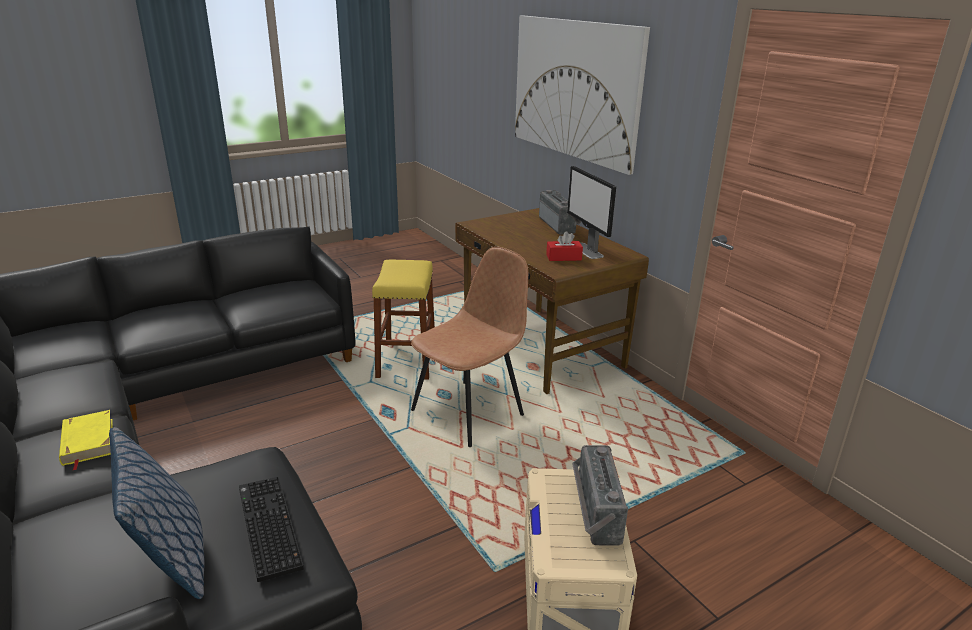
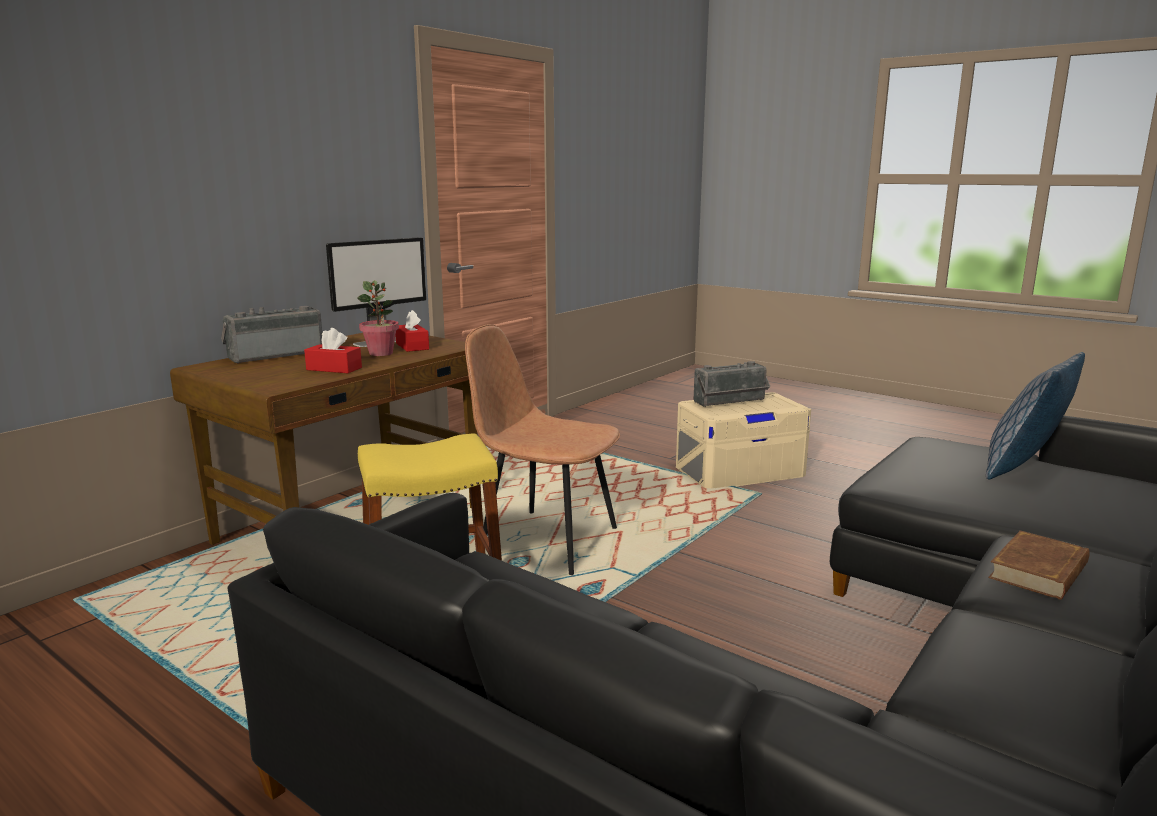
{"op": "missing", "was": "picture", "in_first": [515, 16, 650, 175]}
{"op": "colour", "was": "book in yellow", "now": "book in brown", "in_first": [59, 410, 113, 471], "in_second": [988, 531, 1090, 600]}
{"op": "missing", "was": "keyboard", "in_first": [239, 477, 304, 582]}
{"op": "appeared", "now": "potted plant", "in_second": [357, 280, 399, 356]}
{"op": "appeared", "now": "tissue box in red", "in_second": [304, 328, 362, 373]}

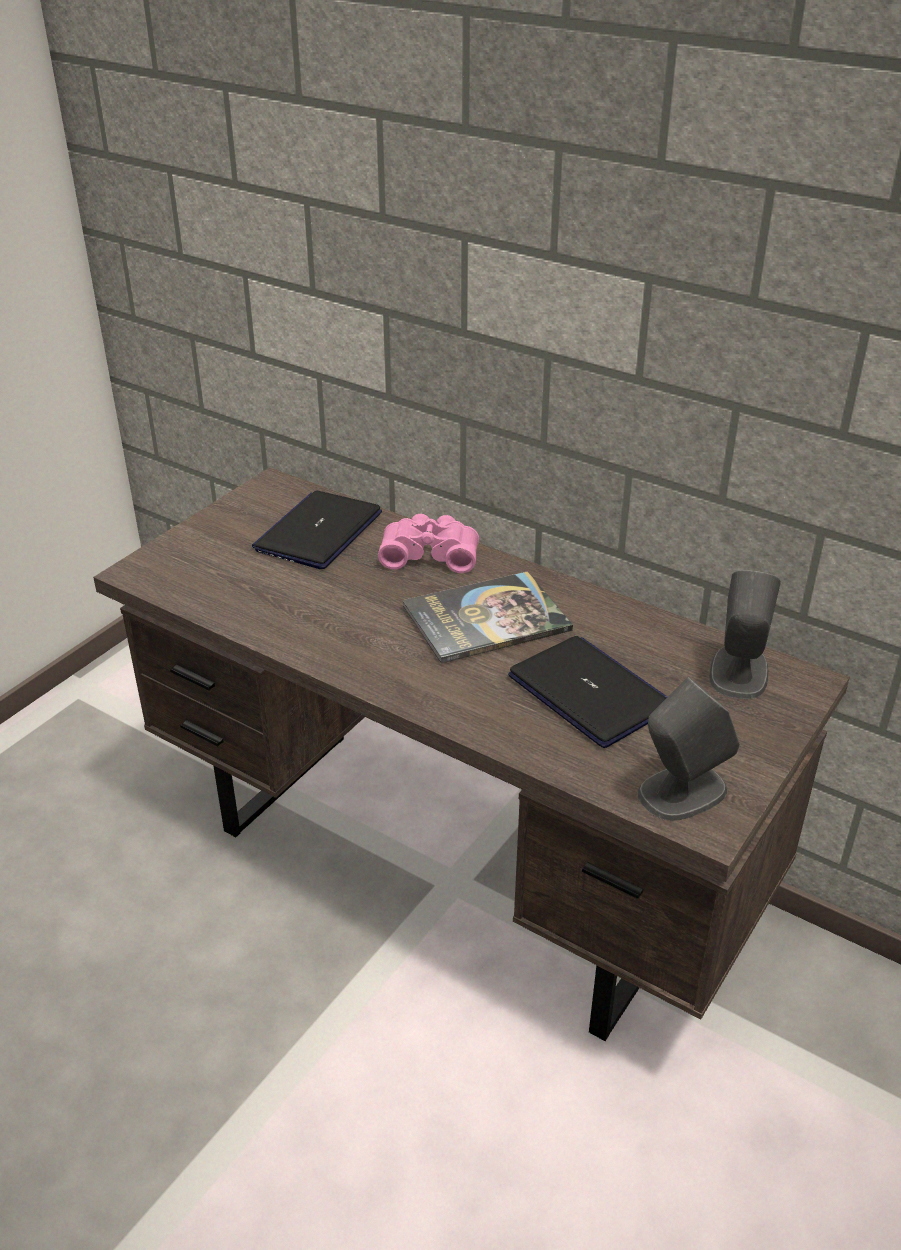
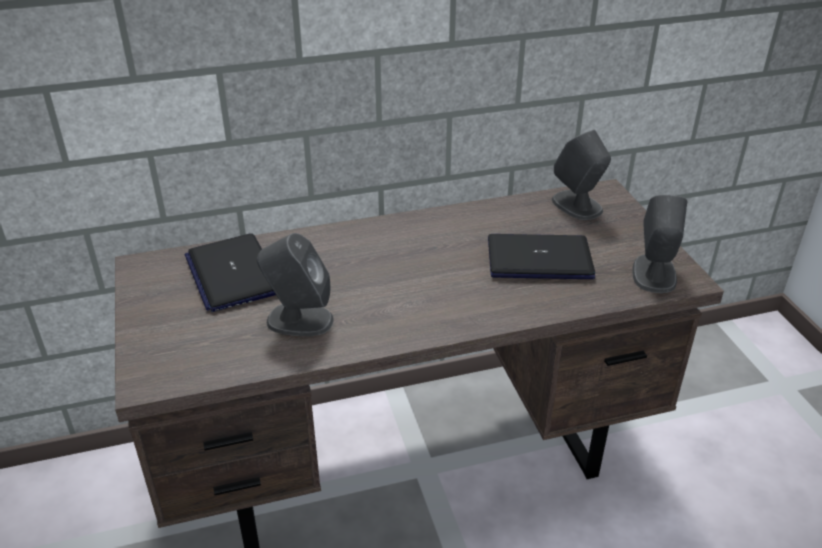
{"op": "missing", "was": "binoculars in pink", "in_first": [378, 514, 479, 573]}
{"op": "missing", "was": "book", "in_first": [402, 571, 573, 664]}
{"op": "appeared", "now": "speaker in grey", "in_second": [257, 233, 334, 336]}

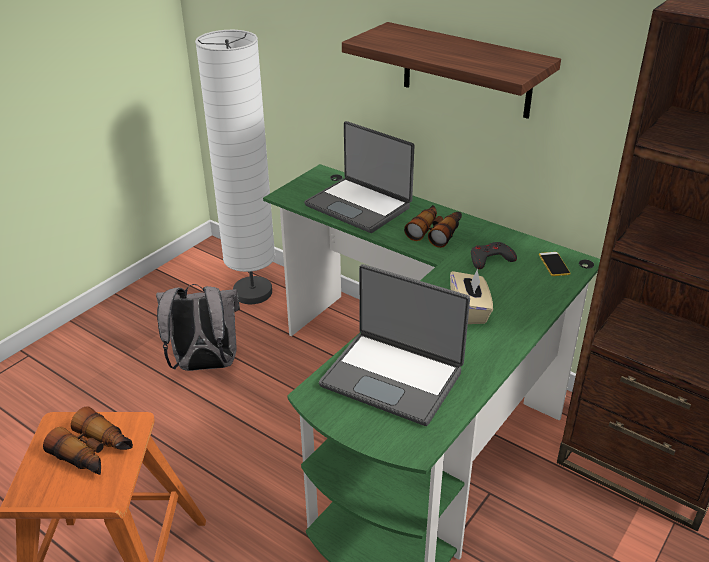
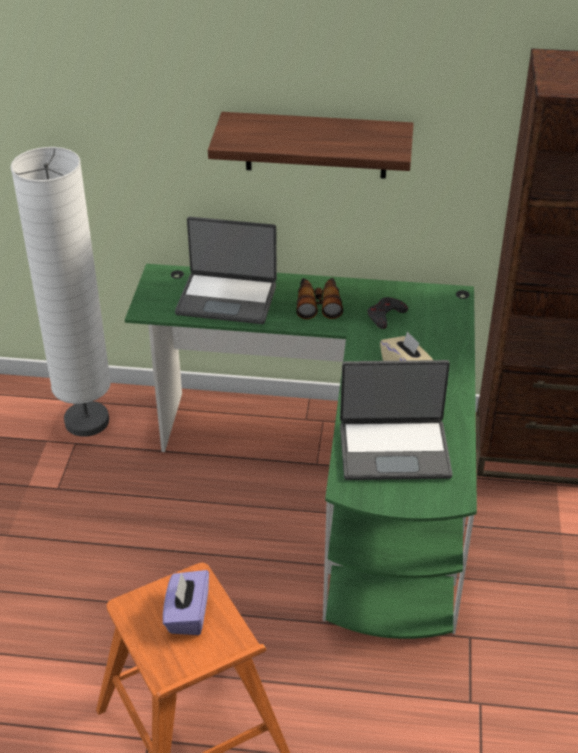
{"op": "missing", "was": "phone", "in_first": [539, 252, 571, 276]}
{"op": "missing", "was": "backpack in grey", "in_first": [156, 284, 240, 371]}
{"op": "exchanged", "was": "binoculars", "now": "tissue box in purple", "in_first": [43, 406, 133, 475], "in_second": [163, 570, 209, 635]}

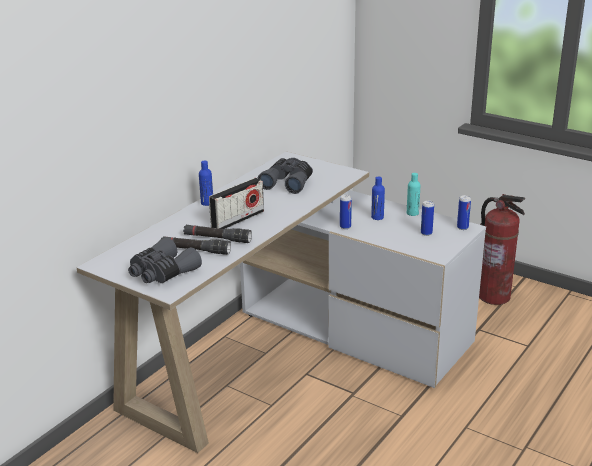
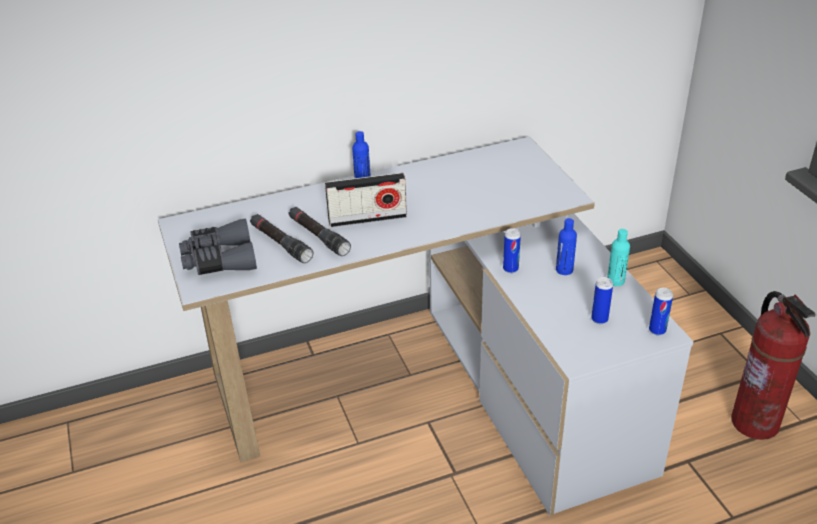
{"op": "missing", "was": "binoculars in grey", "in_first": [257, 158, 313, 194]}

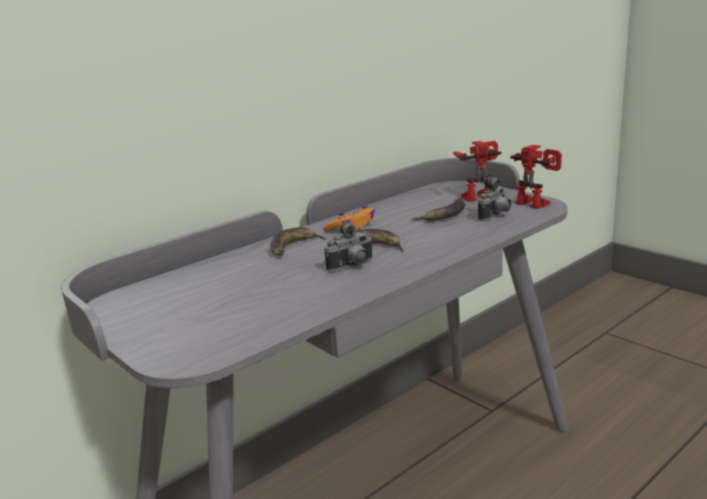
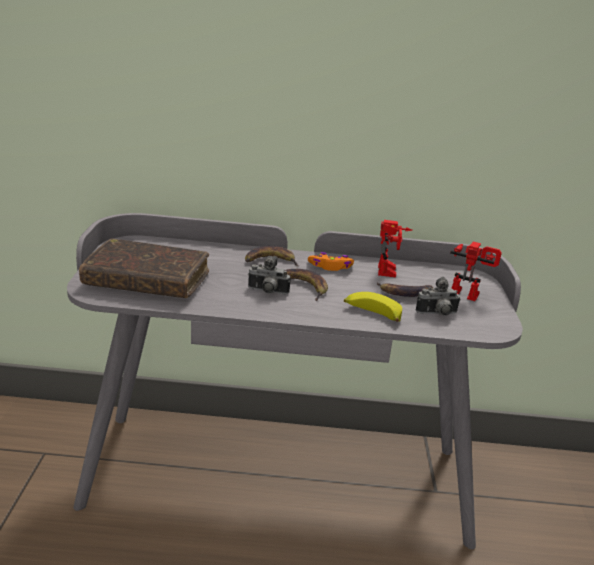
{"op": "relocated", "was": "toy robot", "in_first": [510, 145, 562, 209], "in_second": [378, 220, 412, 277]}
{"op": "appeared", "now": "book in brown", "in_second": [79, 238, 209, 298]}
{"op": "appeared", "now": "banana", "in_second": [344, 292, 402, 322]}

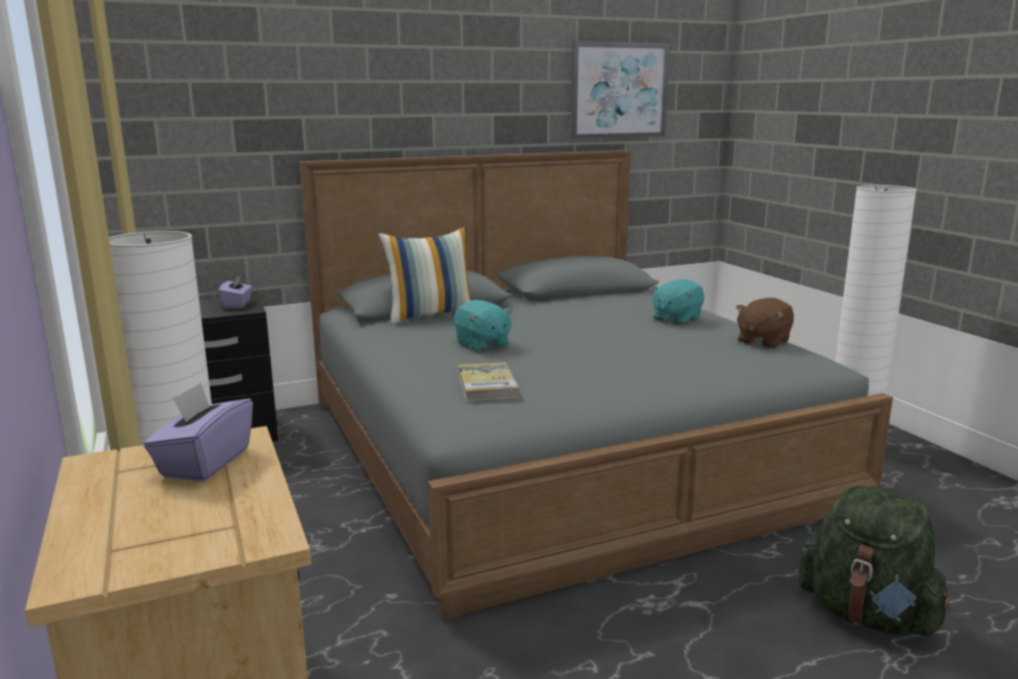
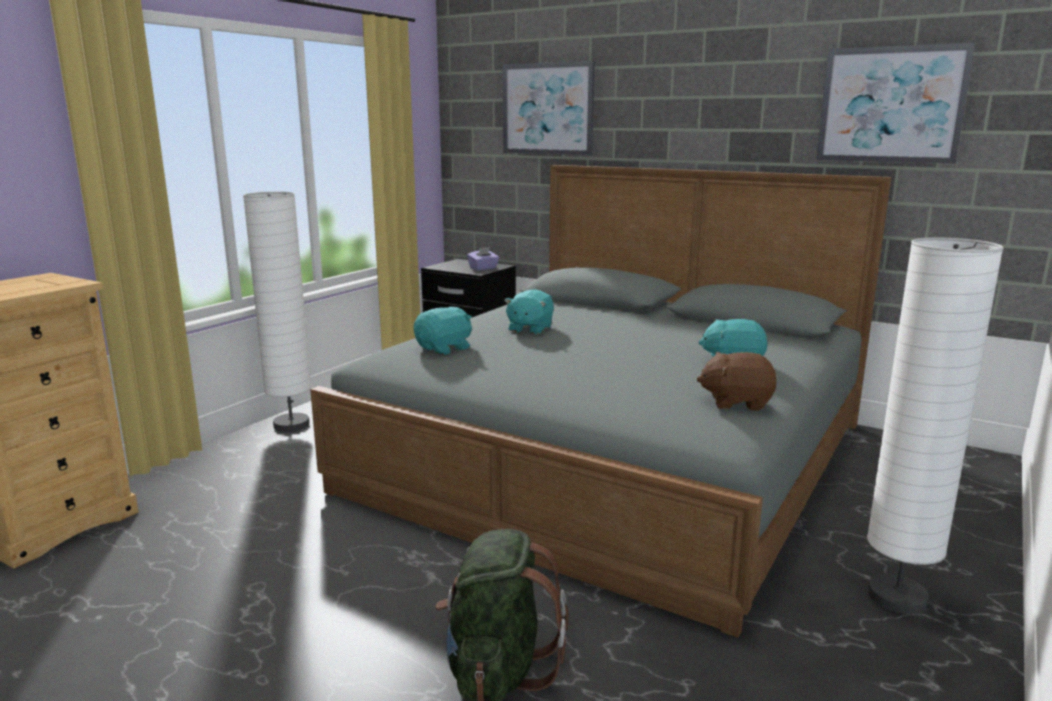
{"op": "missing", "was": "pillow", "in_first": [378, 227, 471, 324]}
{"op": "exchanged", "was": "book", "now": "plush toy in turquoise", "in_first": [458, 362, 519, 402], "in_second": [414, 307, 472, 355]}
{"op": "missing", "was": "tissue box in purple", "in_first": [144, 382, 253, 481]}
{"op": "appeared", "now": "picture", "in_second": [502, 61, 595, 155]}

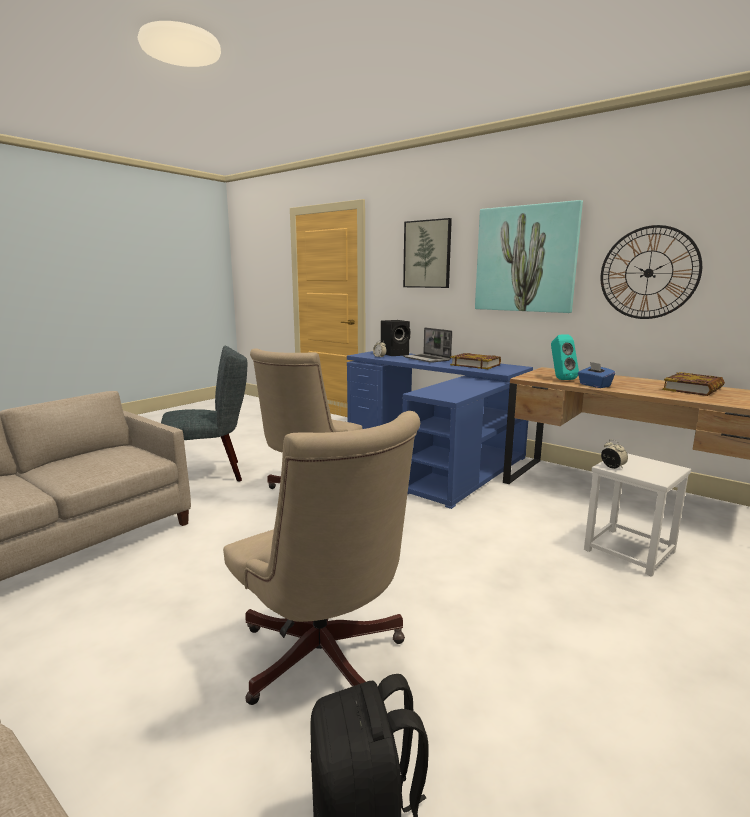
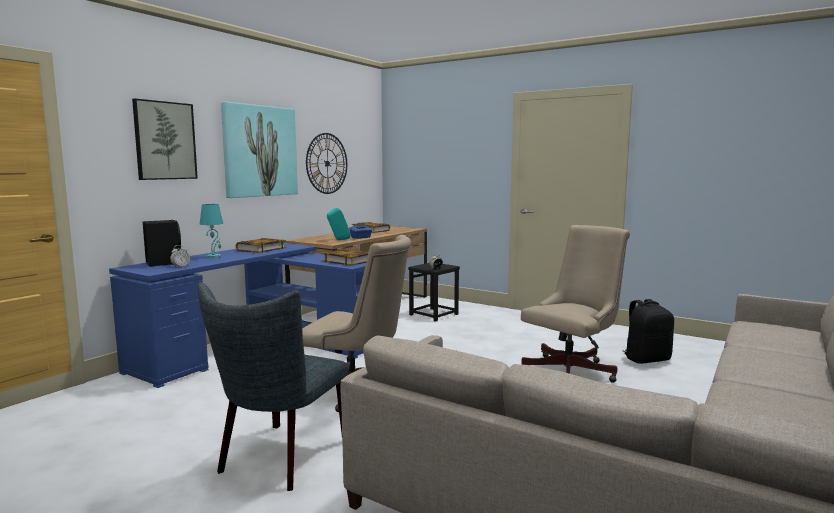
{"op": "exchanged", "was": "laptop", "now": "table lamp in turquoise", "in_first": [403, 327, 452, 363], "in_second": [200, 204, 223, 258]}
{"op": "spun", "was": "chair in grey", "in_first": [161, 346, 247, 481], "in_second": [198, 282, 348, 491], "clockwise": -135}
{"op": "colour", "was": "stool in white", "now": "stool in black", "in_first": [584, 453, 691, 577], "in_second": [408, 263, 460, 322]}
{"op": "appeared", "now": "book", "in_second": [322, 249, 368, 266]}

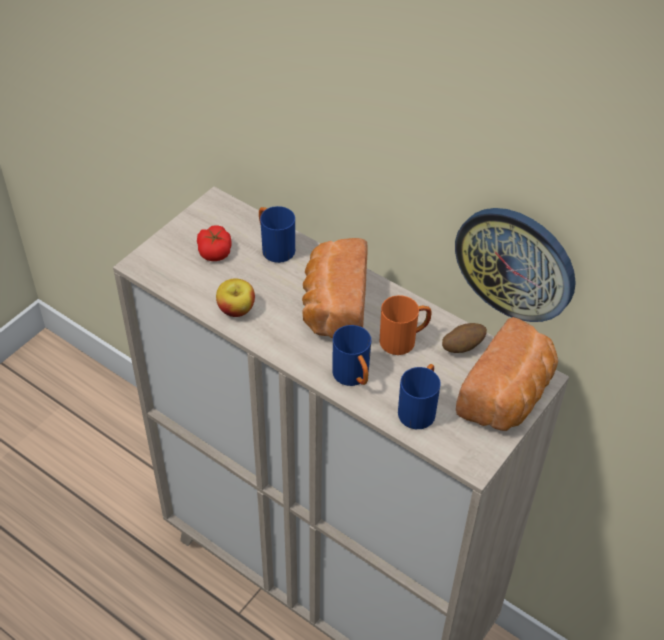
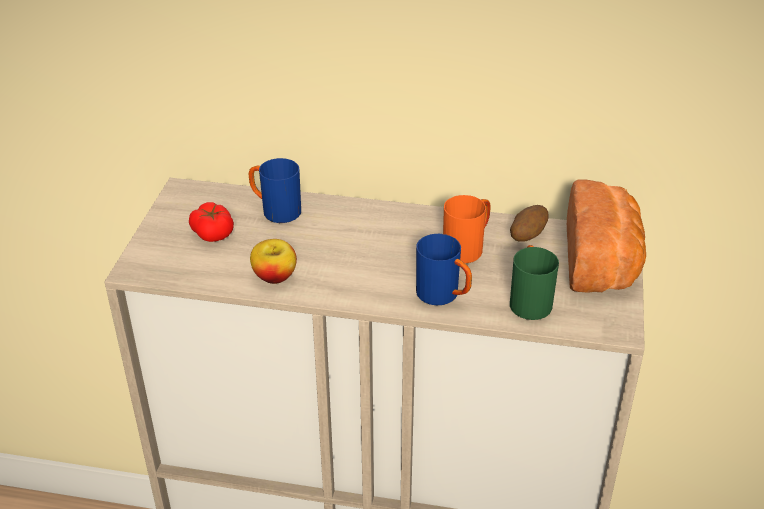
{"op": "missing", "was": "wall clock", "in_first": [455, 208, 576, 322]}
{"op": "missing", "was": "bread", "in_first": [302, 238, 368, 339]}
{"op": "colour", "was": "mug in blue", "now": "mug in green", "in_first": [398, 364, 441, 429], "in_second": [510, 245, 559, 320]}

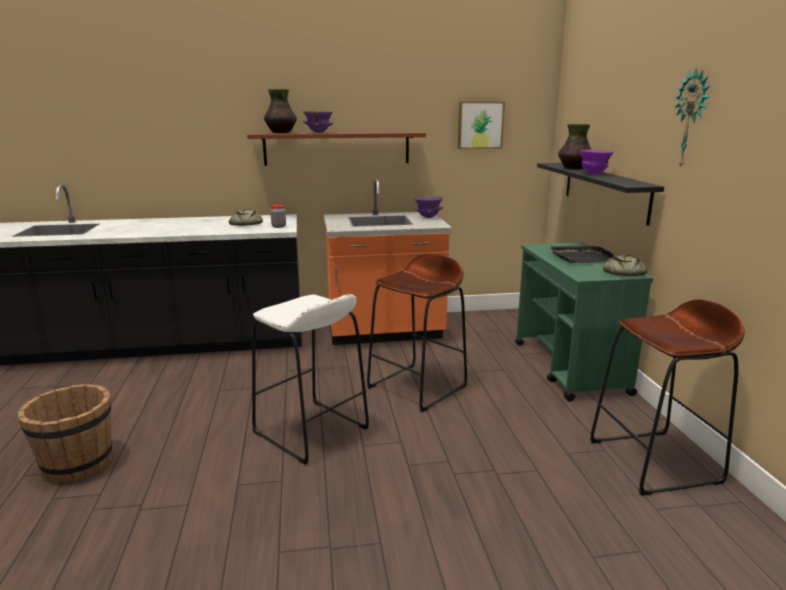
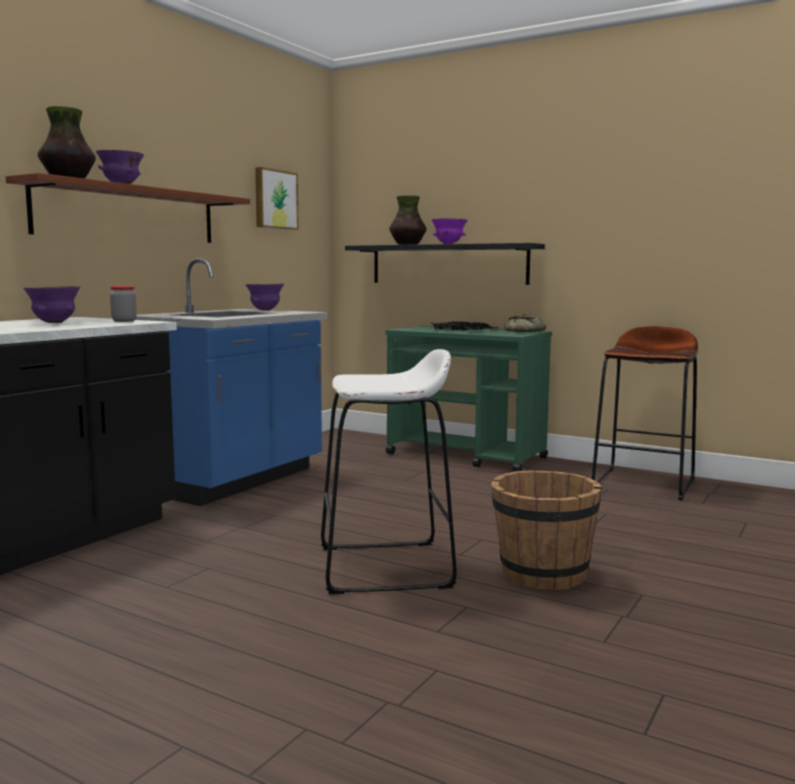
{"op": "missing", "was": "wall clock", "in_first": [675, 68, 710, 169]}
{"op": "colour", "was": "counter in orange", "now": "counter in blue", "in_first": [324, 179, 452, 345], "in_second": [135, 258, 327, 506]}
{"op": "exchanged", "was": "bread", "now": "bowl in purple", "in_first": [229, 209, 263, 226], "in_second": [23, 286, 80, 323]}
{"op": "missing", "was": "stool in brown", "in_first": [367, 254, 467, 412]}
{"op": "relocated", "was": "bucket in brown", "in_first": [18, 384, 112, 483], "in_second": [491, 470, 602, 590]}

